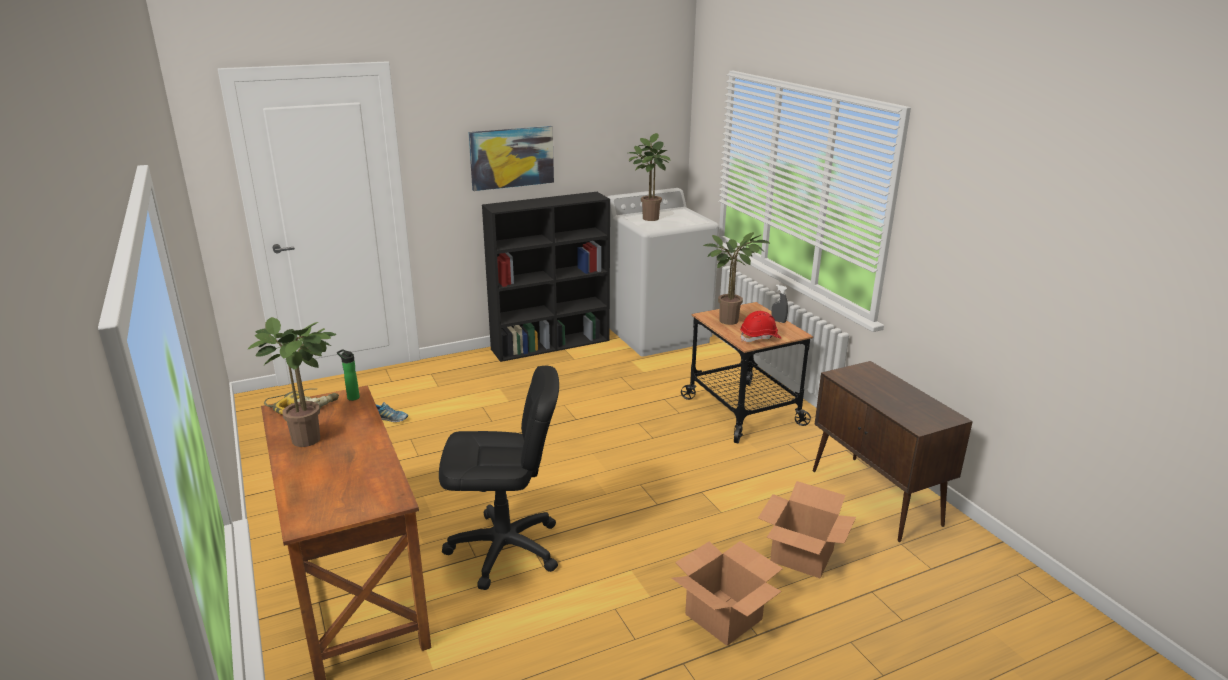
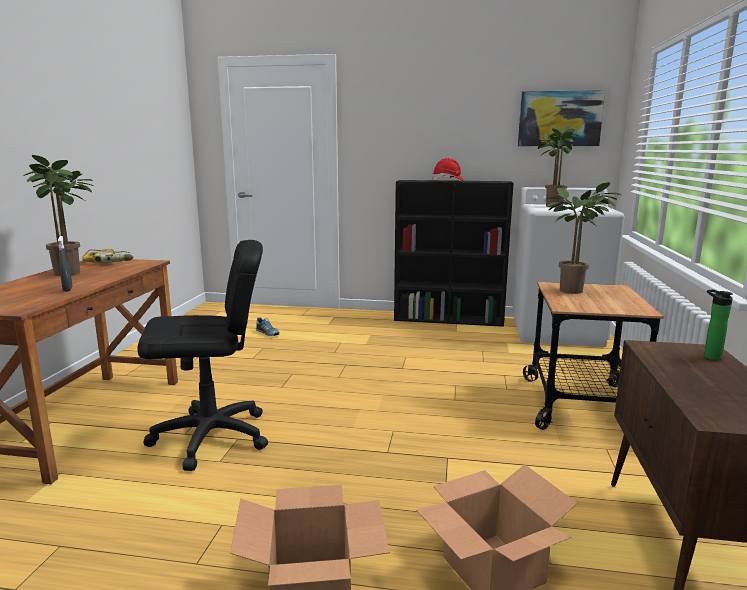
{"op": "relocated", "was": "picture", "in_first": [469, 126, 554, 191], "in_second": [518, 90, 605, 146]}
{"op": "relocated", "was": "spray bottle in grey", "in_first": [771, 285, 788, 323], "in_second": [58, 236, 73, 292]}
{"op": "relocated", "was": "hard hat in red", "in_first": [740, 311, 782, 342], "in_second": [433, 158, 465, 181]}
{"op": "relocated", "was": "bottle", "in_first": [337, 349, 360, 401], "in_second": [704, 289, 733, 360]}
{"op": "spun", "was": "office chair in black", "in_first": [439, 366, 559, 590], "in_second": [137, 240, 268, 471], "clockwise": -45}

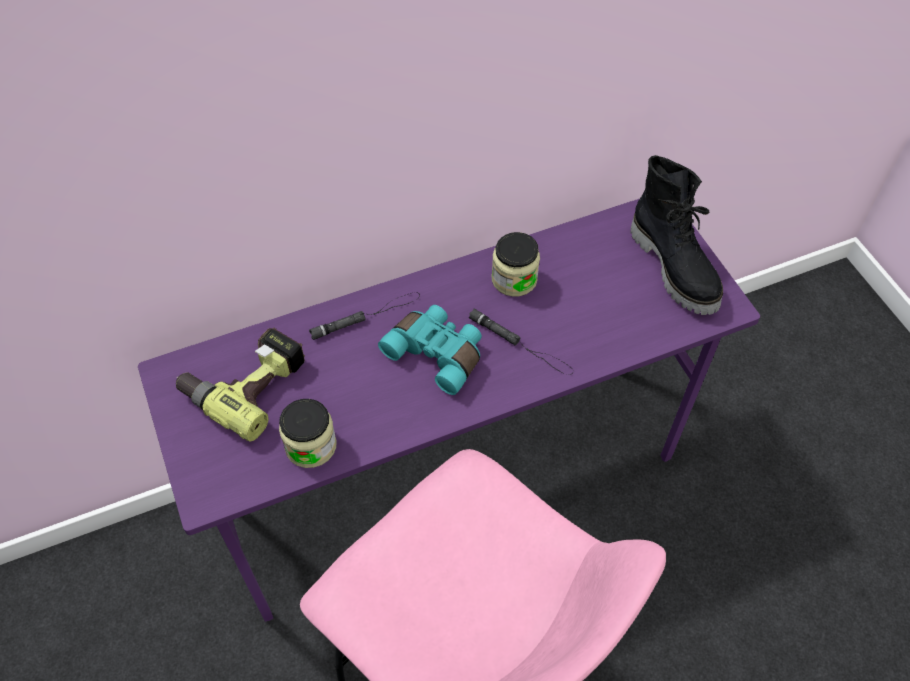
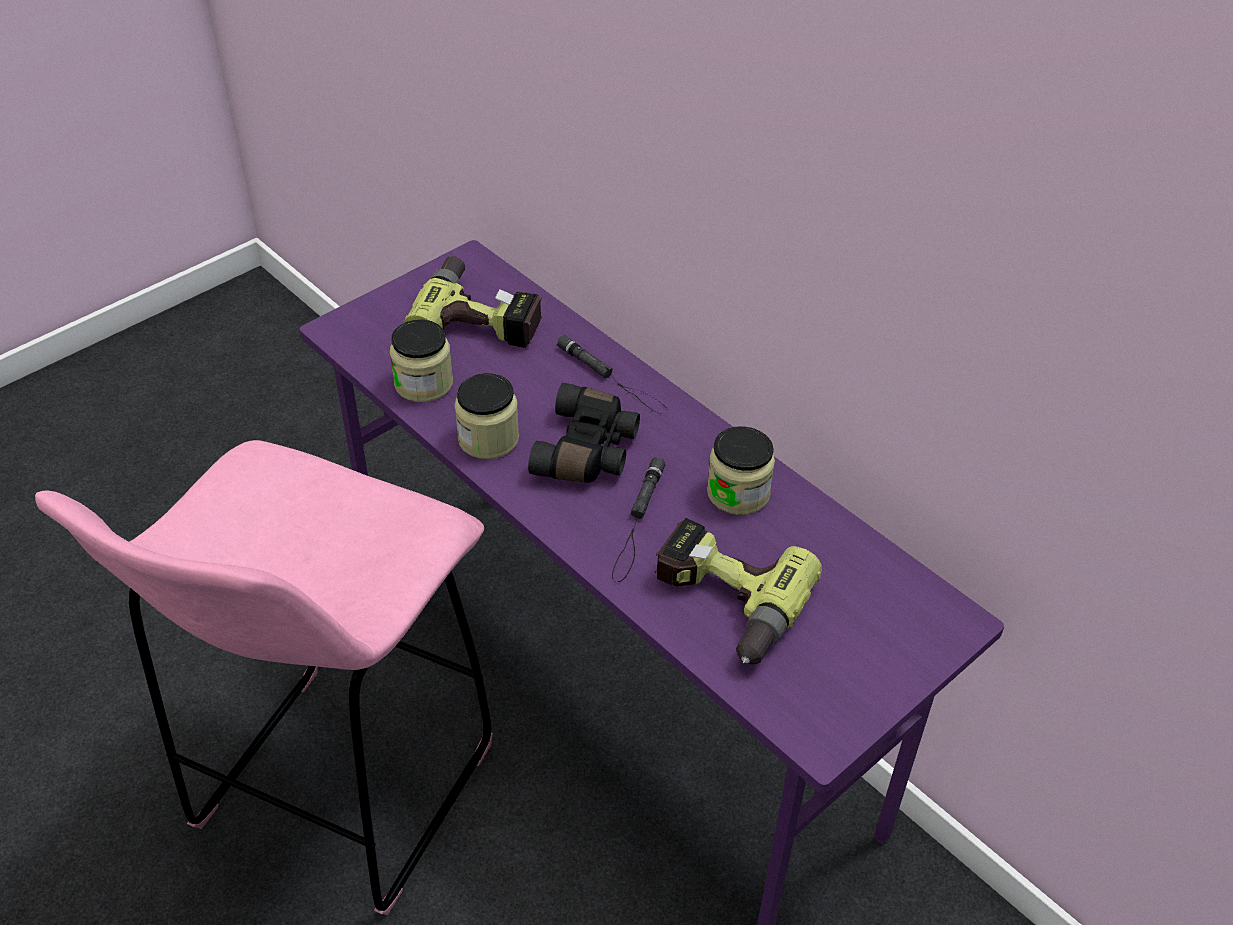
{"op": "missing", "was": "boot in black", "in_first": [631, 155, 723, 315]}
{"op": "colour", "was": "binoculars in turquoise", "now": "binoculars in black", "in_first": [378, 305, 482, 395], "in_second": [528, 383, 640, 483]}
{"op": "appeared", "now": "jar", "in_second": [455, 373, 519, 459]}
{"op": "appeared", "now": "power drill", "in_second": [655, 518, 822, 665]}

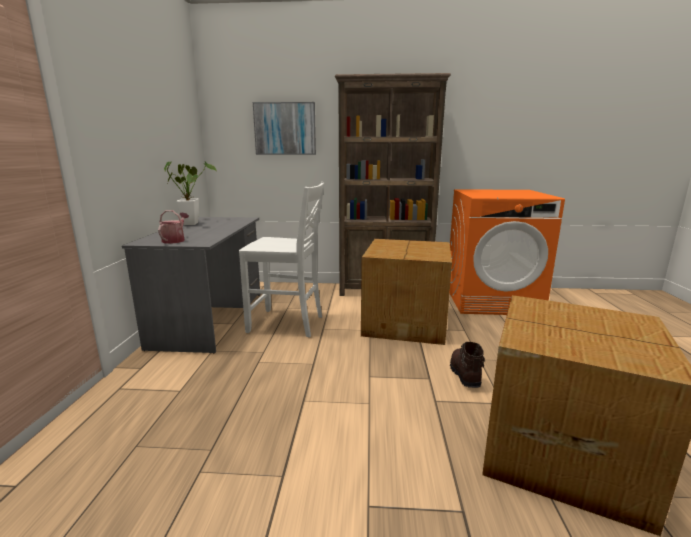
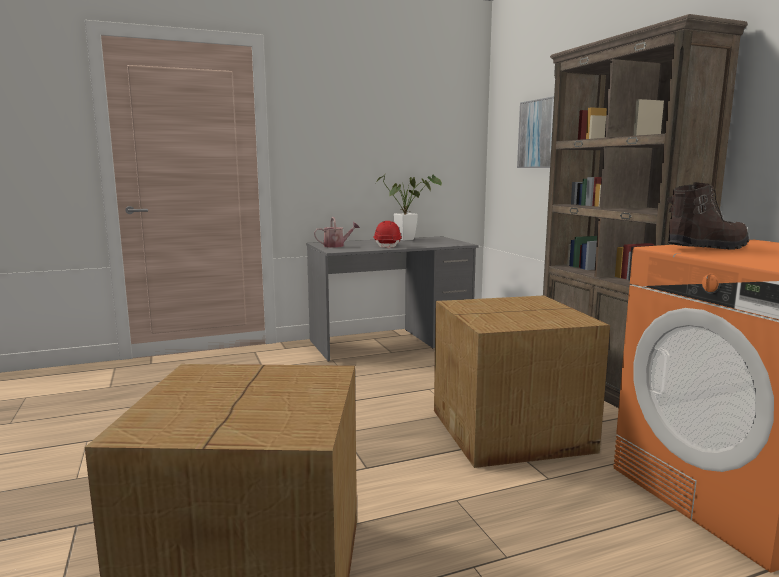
{"op": "missing", "was": "chair in white", "in_first": [239, 182, 325, 337]}
{"op": "relocated", "was": "boot in brown", "in_first": [450, 342, 485, 388], "in_second": [668, 182, 749, 249]}
{"op": "appeared", "now": "hard hat in red", "in_second": [373, 221, 402, 249]}

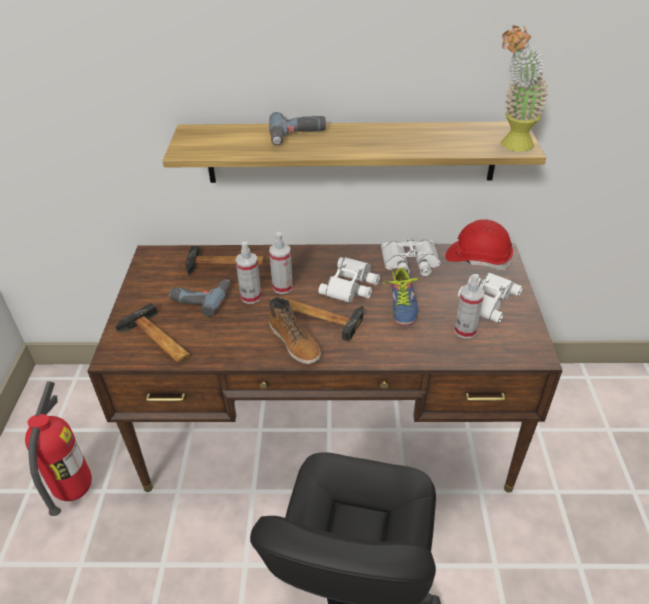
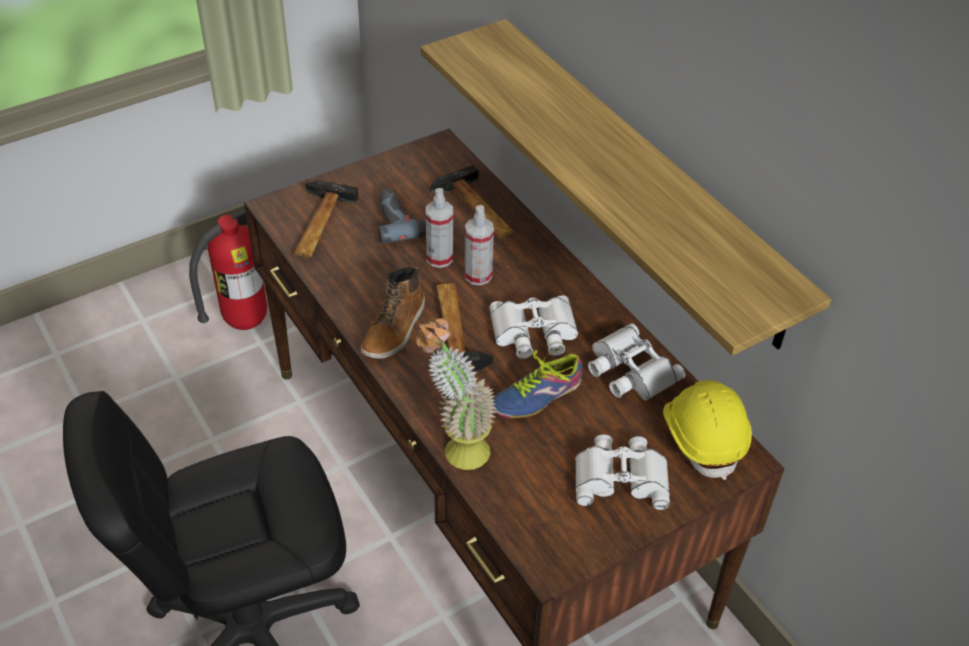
{"op": "relocated", "was": "potted plant", "in_first": [501, 25, 549, 152], "in_second": [417, 318, 497, 470]}
{"op": "missing", "was": "power drill", "in_first": [269, 112, 326, 145]}
{"op": "colour", "was": "hard hat in red", "now": "hard hat in yellow", "in_first": [445, 219, 513, 270], "in_second": [663, 380, 752, 480]}
{"op": "missing", "was": "spray bottle", "in_first": [454, 274, 484, 339]}

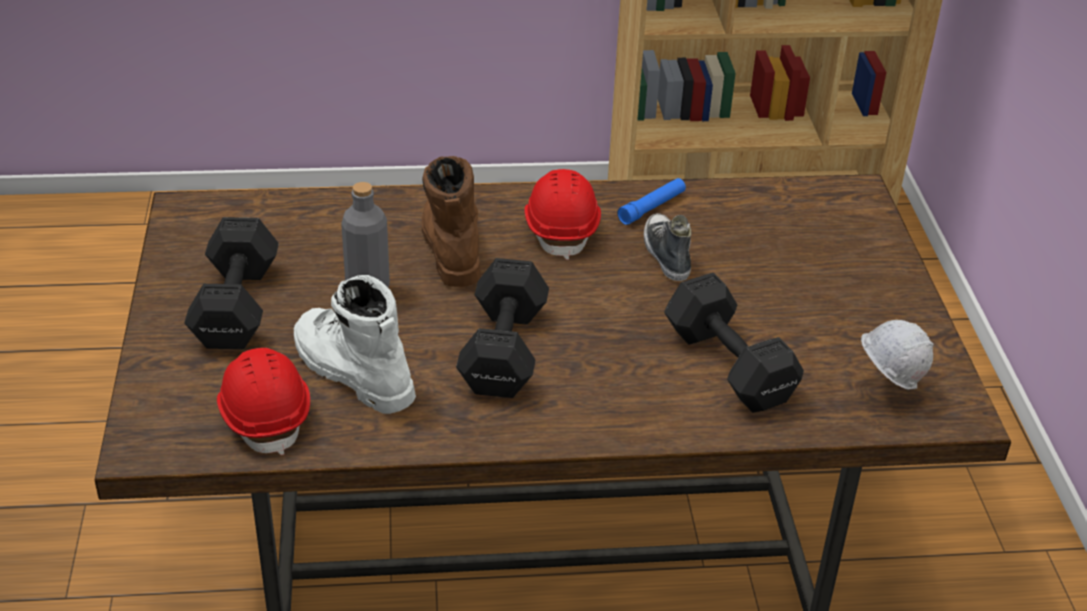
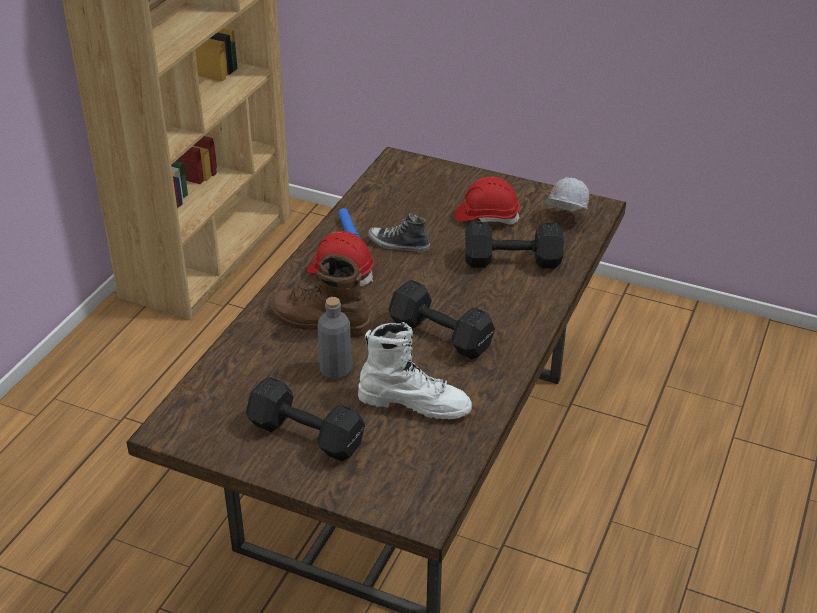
{"op": "spun", "was": "boot in white", "in_first": [294, 275, 416, 414], "in_second": [358, 322, 472, 419], "clockwise": -150}
{"op": "relocated", "was": "hard hat in red", "in_first": [217, 348, 310, 455], "in_second": [455, 176, 520, 224]}

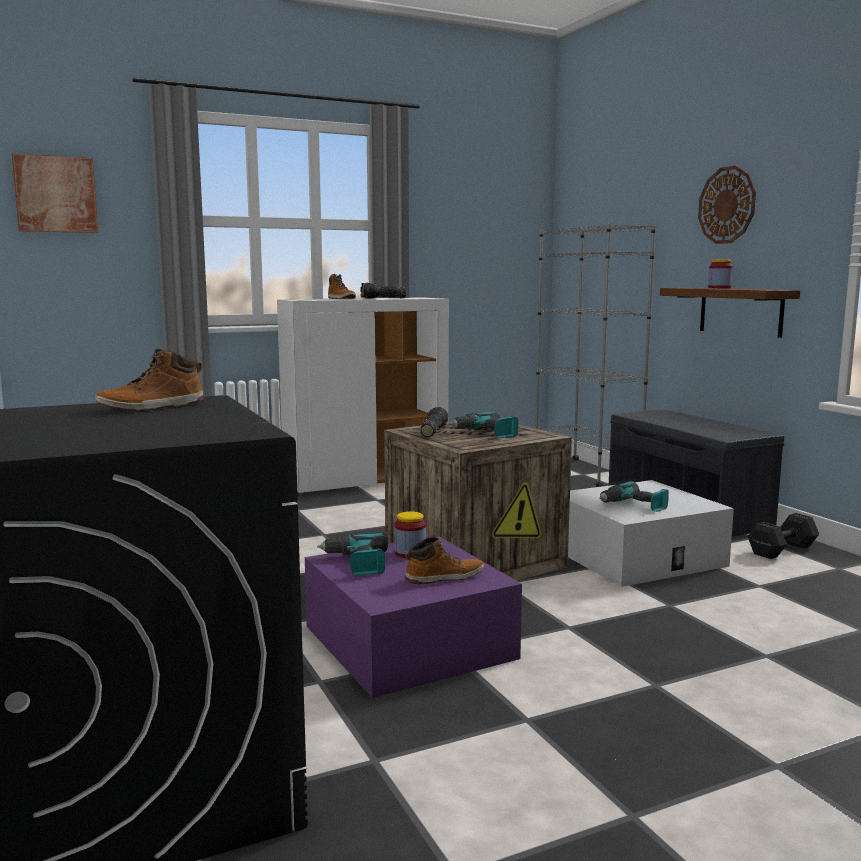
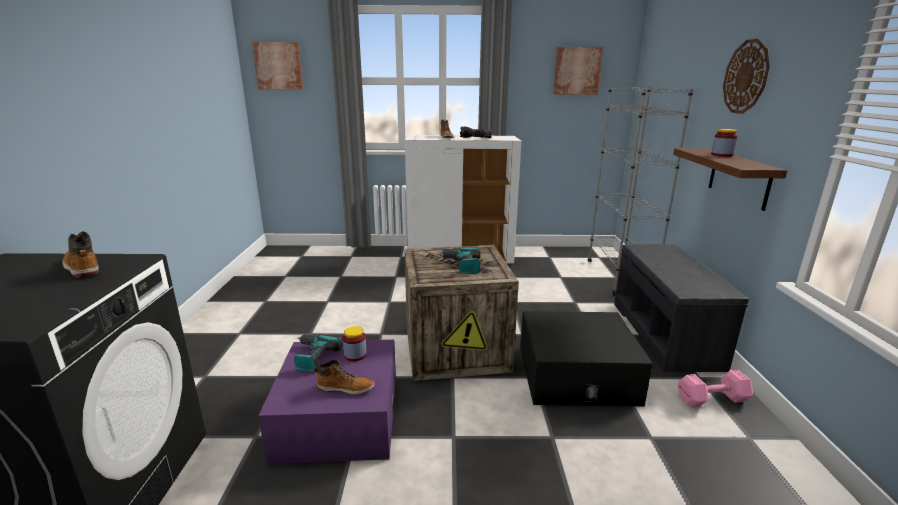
{"op": "spun", "was": "boot", "in_first": [95, 349, 204, 411], "in_second": [62, 231, 99, 278], "clockwise": 60}
{"op": "missing", "was": "flashlight", "in_first": [420, 407, 448, 437]}
{"op": "colour", "was": "storage box in white", "now": "storage box in black", "in_first": [568, 480, 734, 587], "in_second": [520, 311, 653, 407]}
{"op": "missing", "was": "power drill", "in_first": [599, 481, 669, 512]}
{"op": "colour", "was": "dumbbell in black", "now": "dumbbell in pink", "in_first": [748, 513, 819, 559], "in_second": [677, 370, 753, 408]}
{"op": "appeared", "now": "picture", "in_second": [553, 47, 603, 95]}

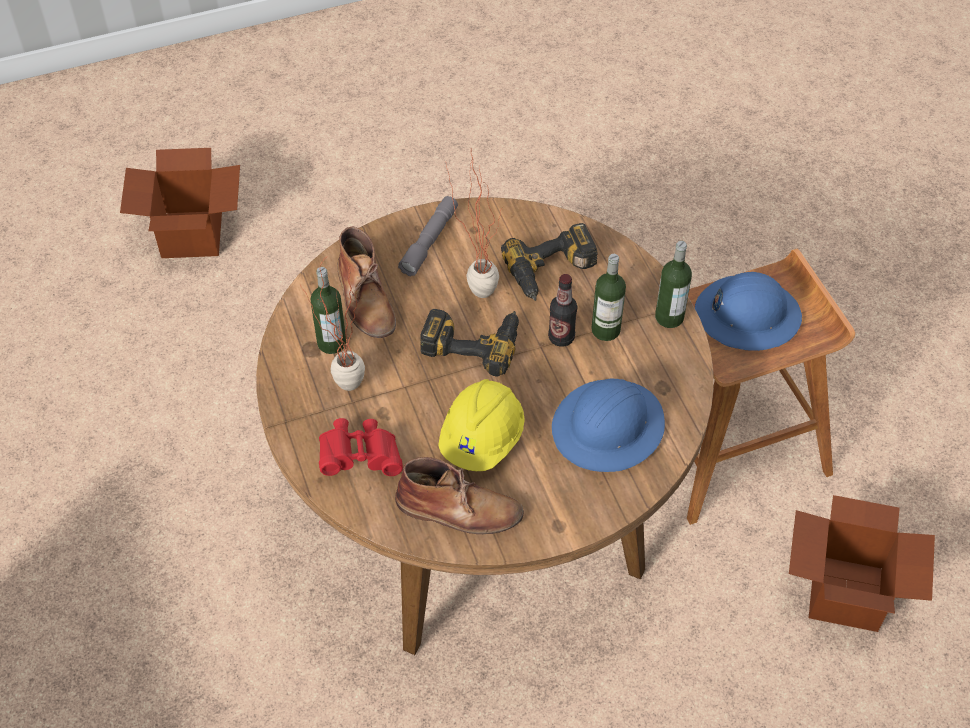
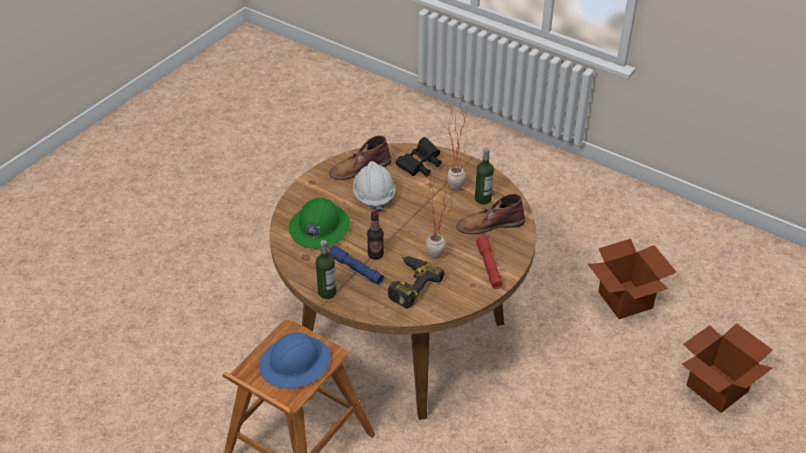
{"op": "colour", "was": "flashlight in grey", "now": "flashlight in red", "in_first": [398, 196, 458, 276], "in_second": [476, 236, 503, 289]}
{"op": "spun", "was": "boot in brown", "in_first": [337, 227, 396, 338], "in_second": [456, 194, 525, 234], "clockwise": -45}
{"op": "exchanged", "was": "bottle", "now": "flashlight in blue", "in_first": [591, 254, 626, 341], "in_second": [328, 245, 384, 285]}
{"op": "missing", "was": "power drill", "in_first": [420, 309, 519, 376]}
{"op": "colour", "was": "hard hat in yellow", "now": "hard hat in white", "in_first": [438, 379, 525, 471], "in_second": [353, 161, 396, 212]}
{"op": "colour", "was": "hard hat in blue", "now": "hard hat in green", "in_first": [552, 379, 665, 472], "in_second": [289, 198, 350, 249]}
{"op": "colour", "was": "binoculars in red", "now": "binoculars in black", "in_first": [319, 418, 403, 476], "in_second": [396, 137, 442, 177]}
{"op": "relocated", "was": "cardboard box", "in_first": [789, 495, 935, 632], "in_second": [588, 239, 676, 319]}

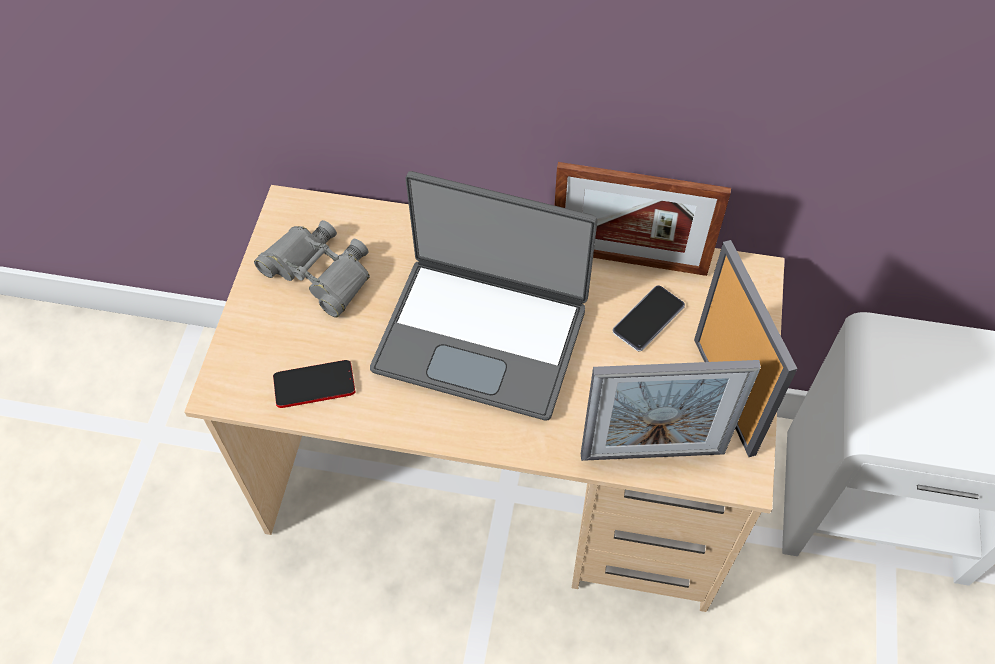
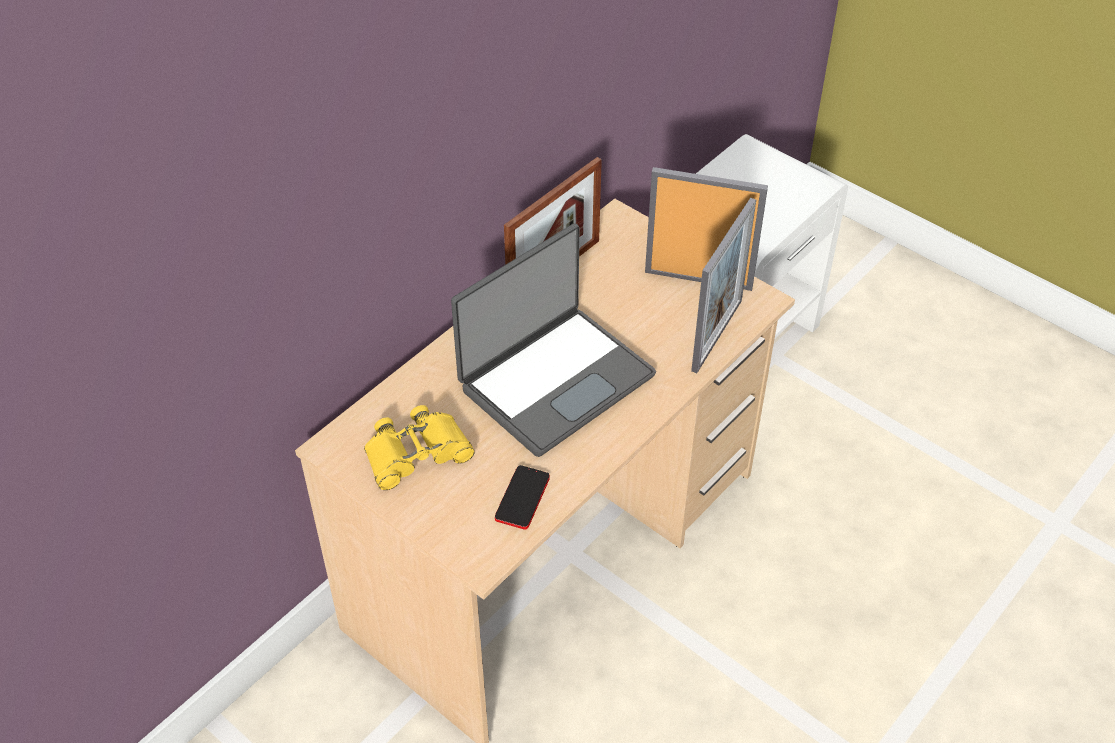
{"op": "colour", "was": "binoculars in grey", "now": "binoculars in yellow", "in_first": [254, 220, 370, 318], "in_second": [364, 405, 475, 490]}
{"op": "missing", "was": "phone", "in_first": [613, 285, 685, 351]}

